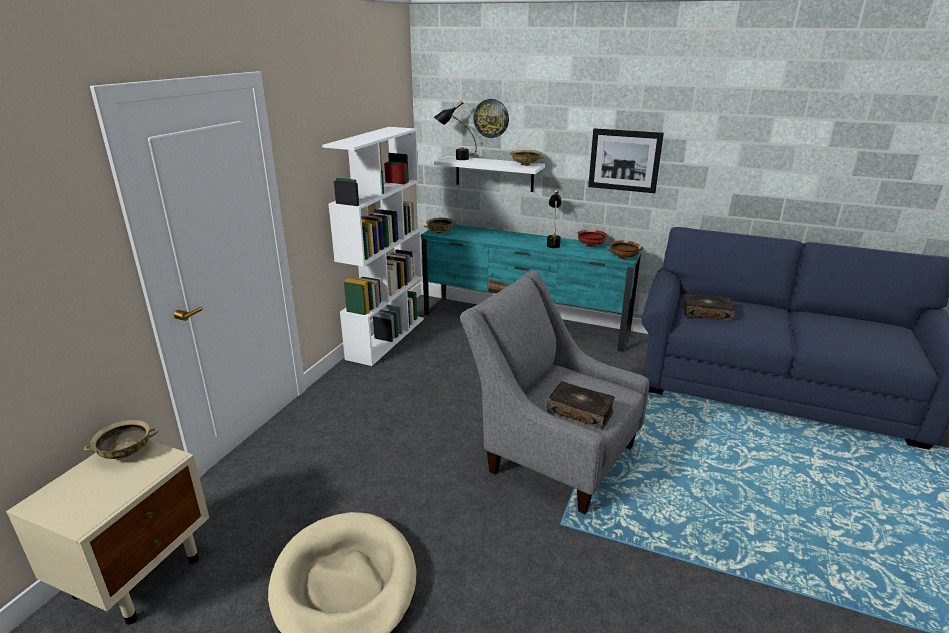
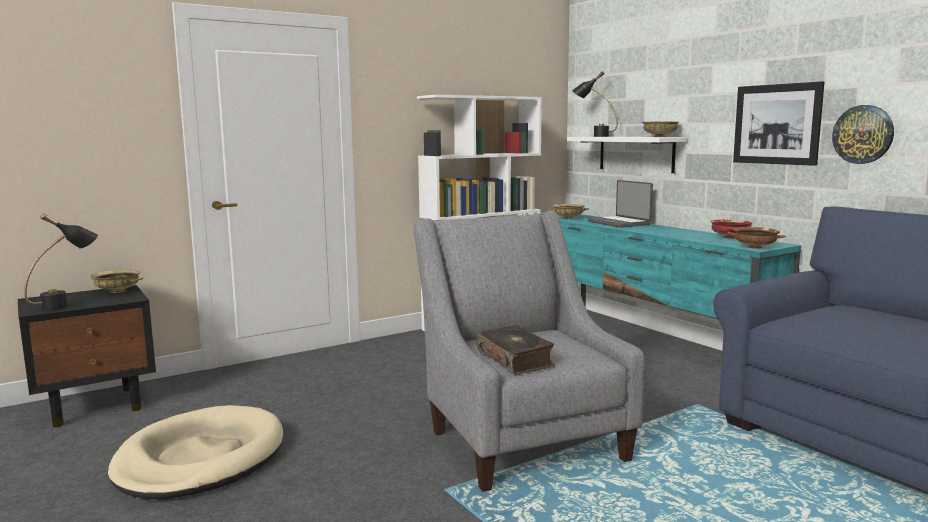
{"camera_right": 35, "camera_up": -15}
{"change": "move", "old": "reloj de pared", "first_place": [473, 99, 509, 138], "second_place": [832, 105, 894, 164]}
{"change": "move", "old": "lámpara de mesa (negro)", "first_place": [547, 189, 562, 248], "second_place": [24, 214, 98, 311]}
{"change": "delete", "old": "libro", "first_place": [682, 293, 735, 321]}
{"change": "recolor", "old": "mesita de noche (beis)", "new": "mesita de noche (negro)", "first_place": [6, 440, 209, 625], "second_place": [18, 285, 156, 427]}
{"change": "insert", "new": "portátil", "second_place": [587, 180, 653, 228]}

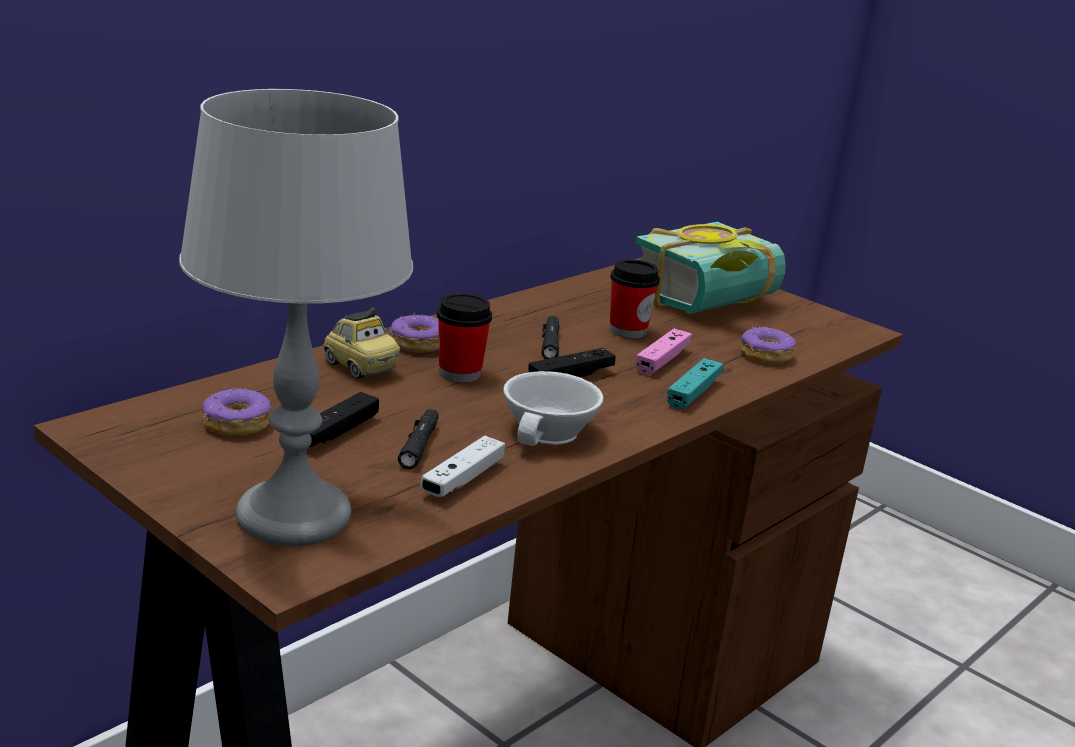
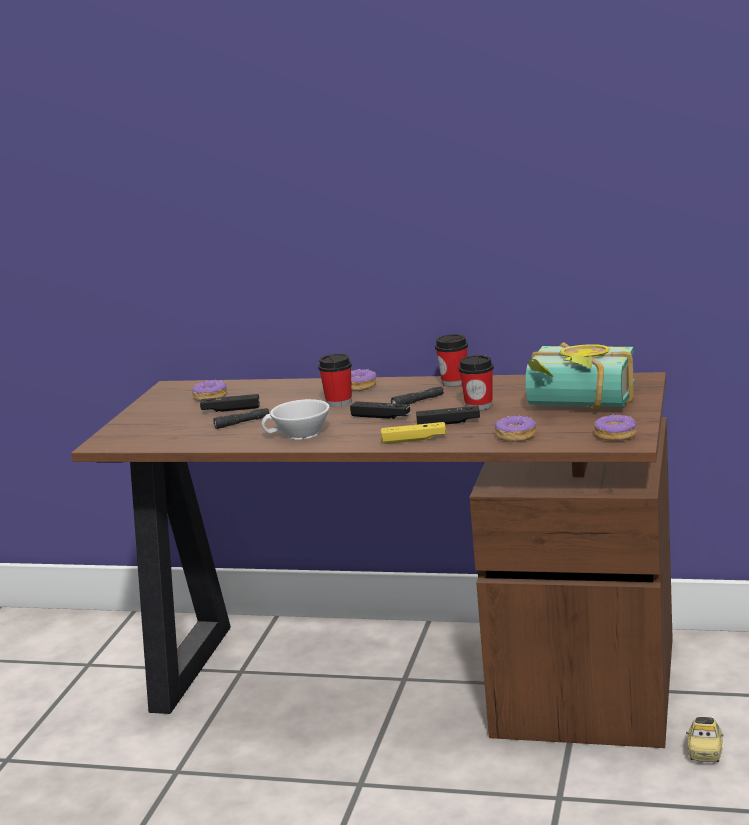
{"camera_right": 65, "camera_up": -5}
{"change": "delete", "old": "lámpara de mesa (gris)", "first_place": [179, 89, 413, 547]}
{"change": "move", "old": "coche de juguete", "first_place": [323, 308, 400, 379], "second_place": [686, 717, 724, 762]}
{"change": "recolor", "old": "mando de consola (rosa)", "new": "mando de consola (negro)", "first_place": [635, 328, 692, 375], "second_place": [416, 406, 480, 425]}
{"change": "recolor", "old": "mando de consola (turquesa)", "new": "mando de consola (amarillo)", "first_place": [667, 358, 723, 410], "second_place": [381, 422, 446, 444]}
{"change": "delete", "old": "mando de consola (blanco)", "first_place": [420, 436, 505, 497]}
{"change": "insert", "new": "taza", "second_place": [435, 334, 468, 387]}
{"change": "insert", "new": "rosquilla", "second_place": [594, 414, 636, 441]}

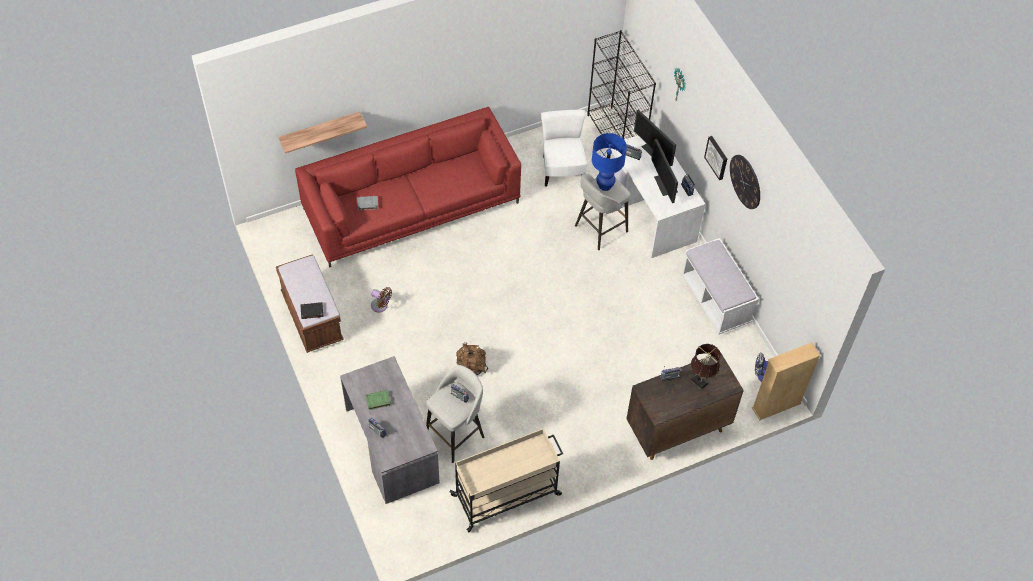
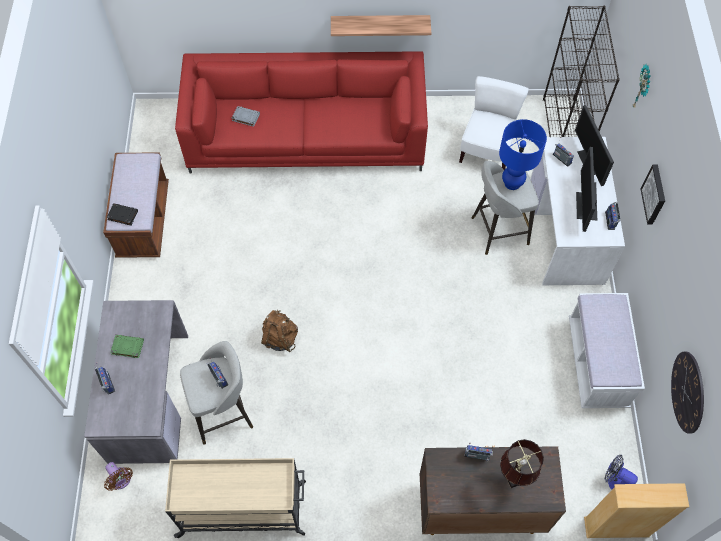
{"camera_right": 25, "camera_up": 5}
{"change": "move", "old": "estante", "first_place": [278, 111, 367, 154], "second_place": [331, 15, 431, 36]}
{"change": "move", "old": "reloj de pared", "first_place": [730, 155, 760, 209], "second_place": [671, 352, 704, 434]}
{"change": "move", "old": "ventilador (marrón)", "first_place": [371, 287, 392, 313], "second_place": [104, 462, 133, 491]}

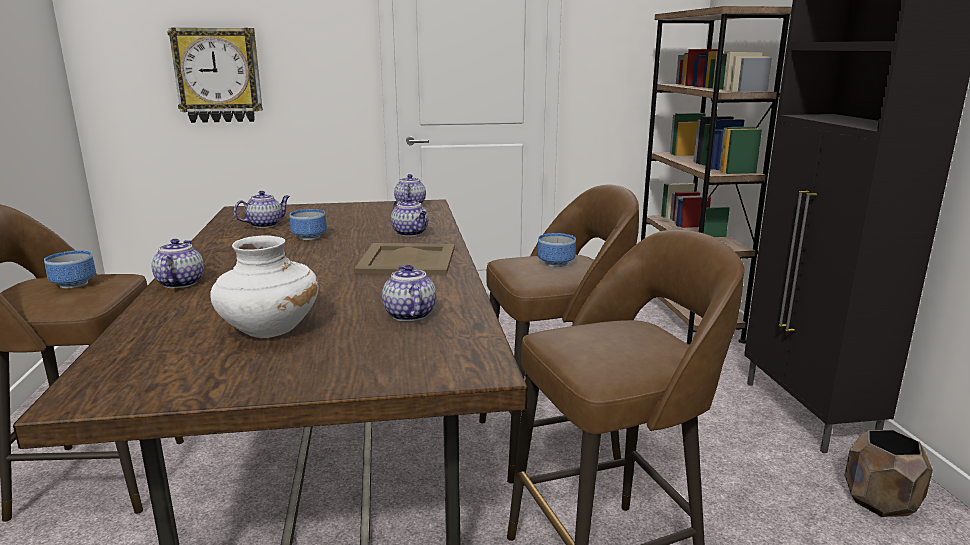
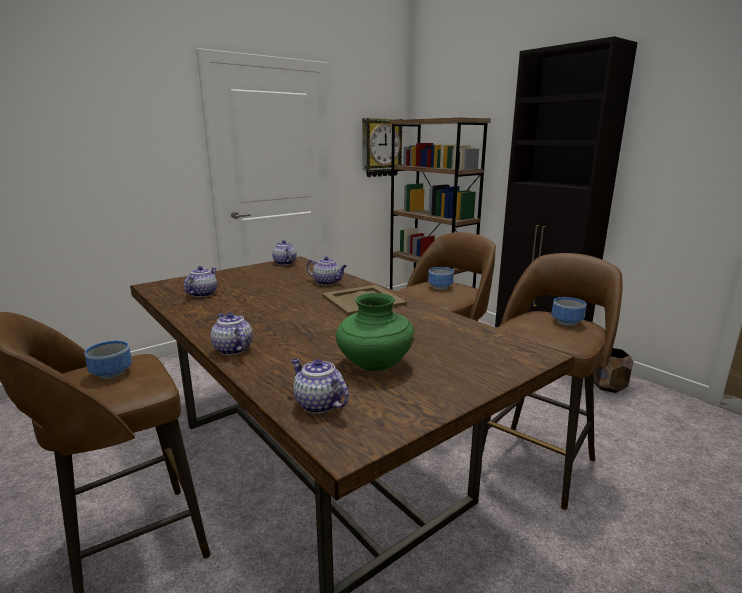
{"camera_right": -30, "camera_up": 0}
{"change": "move", "old": "reloj de pared", "first_place": [167, 28, 263, 123], "second_place": [362, 118, 403, 177]}
{"change": "move", "old": "cuenco", "first_place": [289, 209, 327, 240], "second_place": [552, 297, 586, 326]}
{"change": "recolor", "old": "florero (blanco)", "new": "florero (verde)", "first_place": [211, 236, 319, 338], "second_place": [336, 293, 415, 371]}
{"change": "move", "old": "tetera", "first_place": [382, 265, 436, 321], "second_place": [291, 358, 349, 414]}

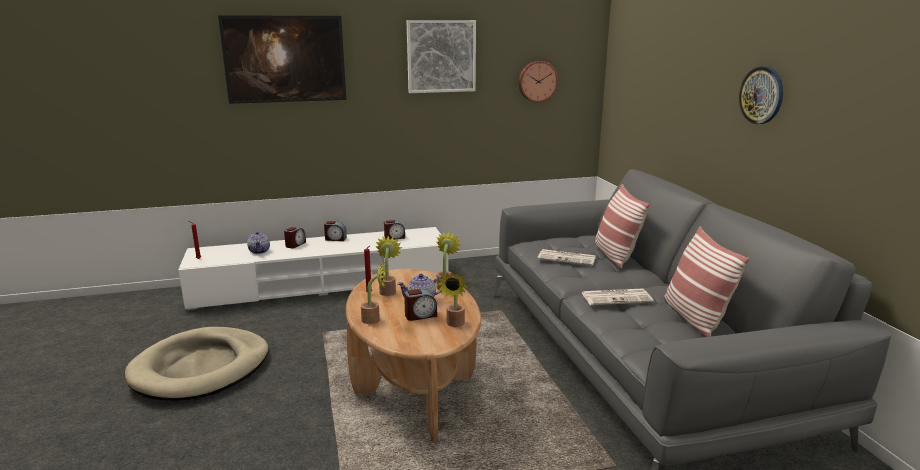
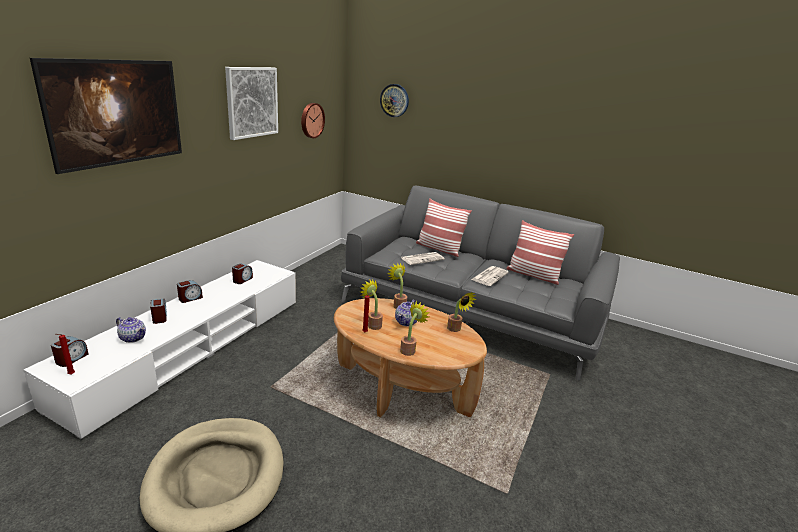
{"camera_right": -50, "camera_up": 5}
{"change": "move", "old": "reloj de pared", "first_place": [739, 66, 783, 124], "second_place": [380, 84, 409, 117]}
{"change": "move", "old": "despertador", "first_place": [404, 289, 437, 321], "second_place": [51, 336, 88, 367]}

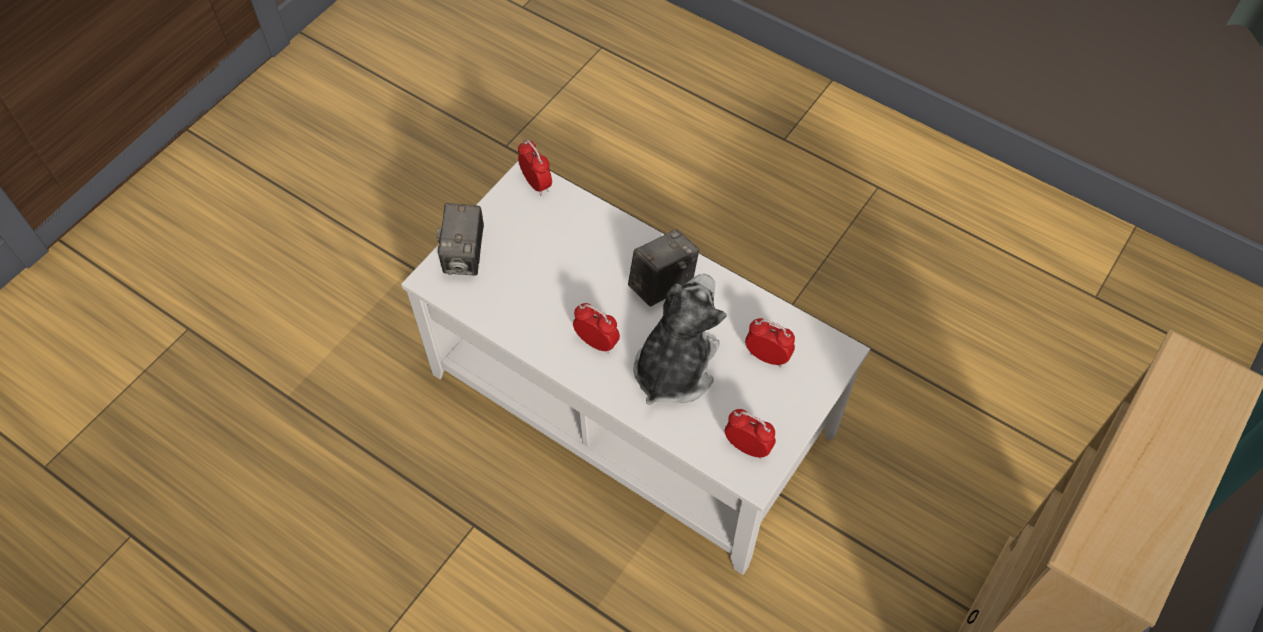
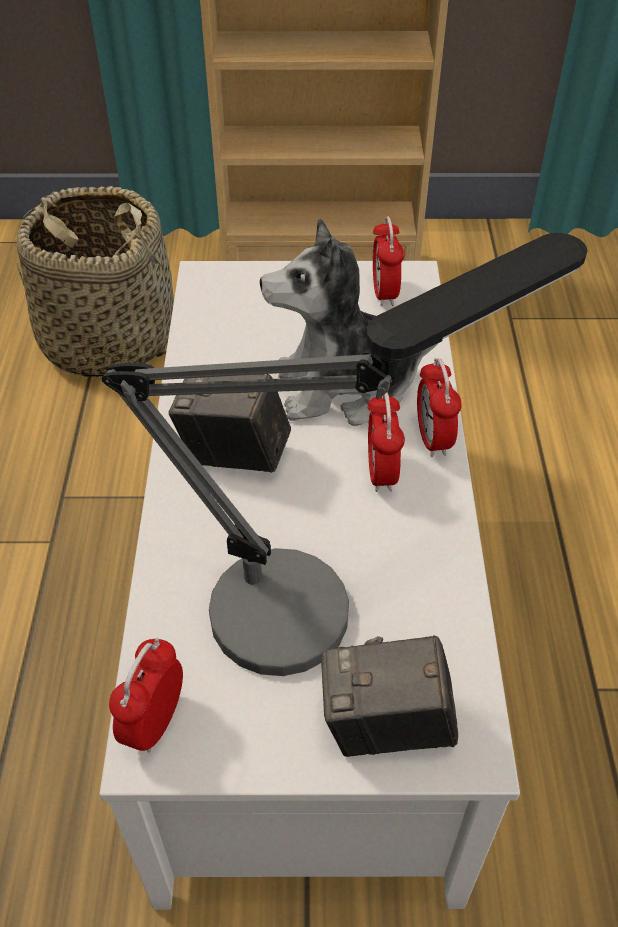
{"camera_right": -125, "camera_up": -10}
{"change": "rotate", "old": "cámara", "first_place": [437, 203, 484, 275], "second_place": [321, 635, 458, 757], "degrees": -150}
{"change": "move", "old": "despertador", "first_place": [745, 318, 795, 367], "second_place": [417, 358, 462, 457]}
{"change": "insert", "new": "cesta", "second_place": [15, 186, 174, 378]}
{"change": "insert", "new": "lámpara de mesa", "second_place": [102, 233, 588, 676]}

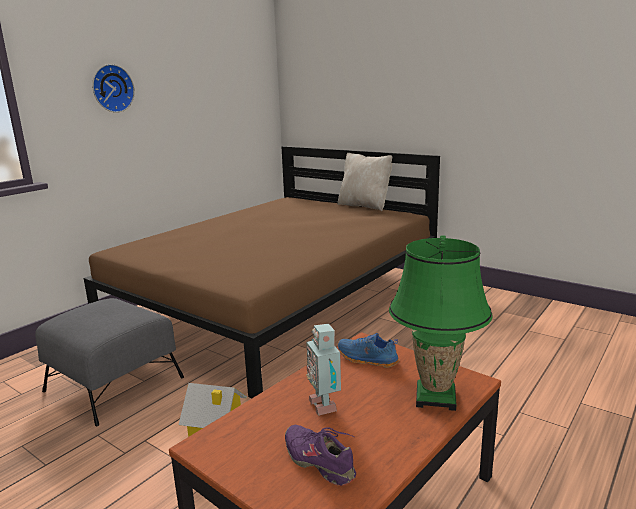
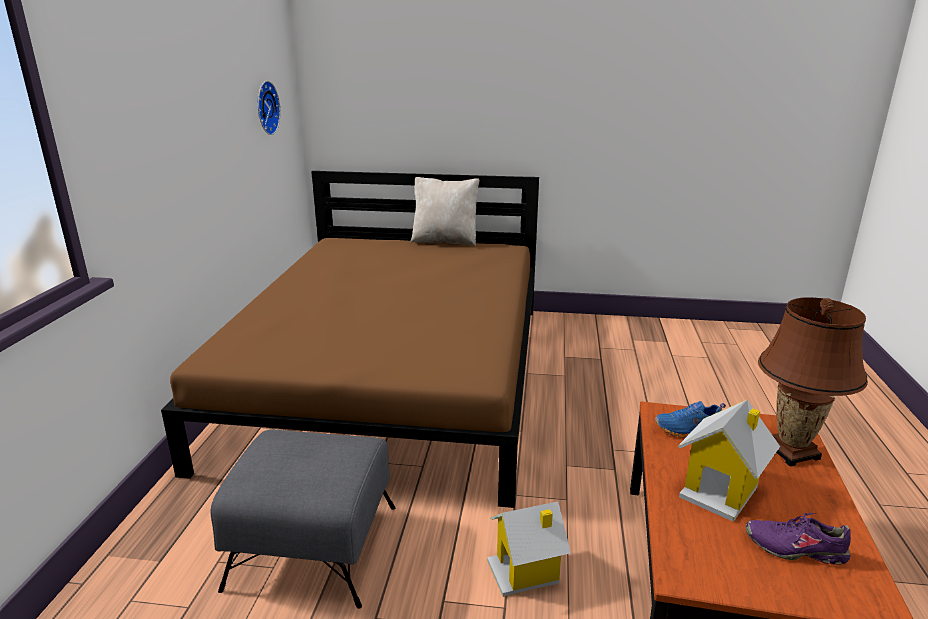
{"camera_right": -30, "camera_up": 5}
{"change": "move", "old": "reloj de pared", "first_place": [92, 64, 135, 113], "second_place": [257, 81, 281, 135]}
{"change": "recolor", "old": "lámpara de mesa (verde)", "new": "lámpara de mesa (marrón)", "first_place": [389, 235, 492, 411], "second_place": [758, 297, 868, 467]}
{"change": "replace", "old": "robot de juguete", "new": "casita", "first_place": [306, 324, 341, 416], "second_place": [678, 400, 780, 522]}

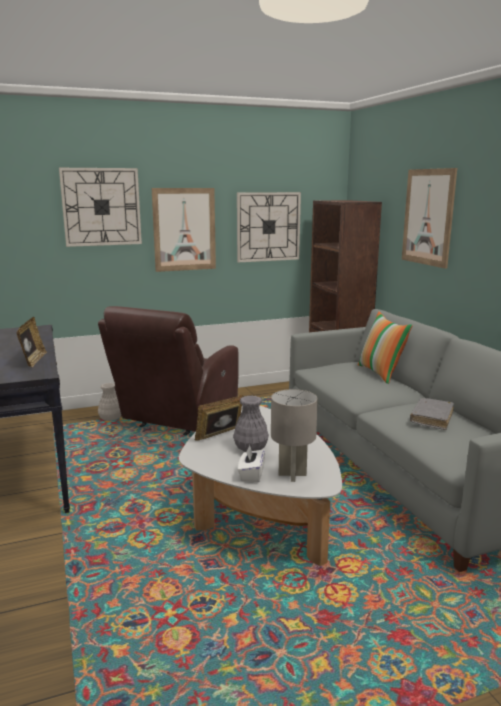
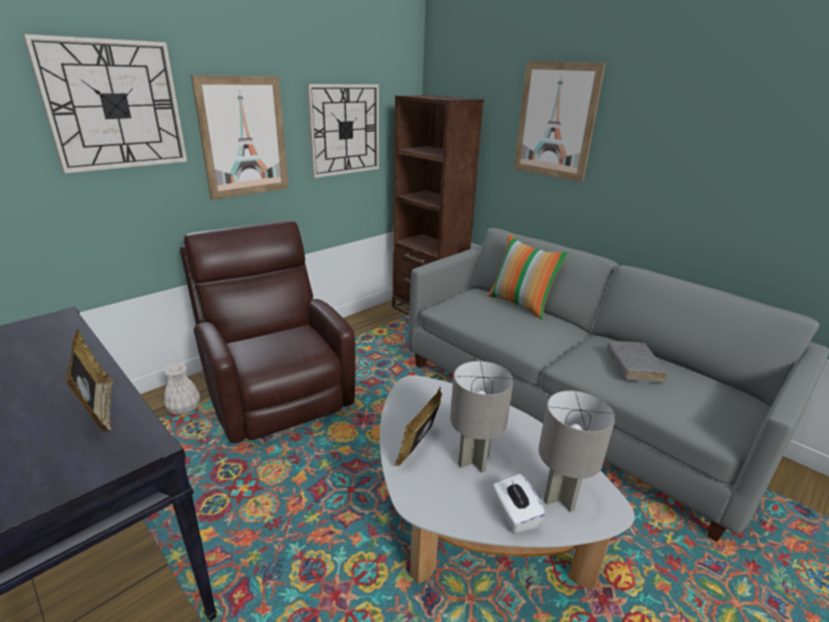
{"camera_right": -25, "camera_up": 10}
{"change": "rotate", "old": "sillón (marrón)", "first_place": [98, 306, 238, 435], "second_place": [180, 221, 355, 443], "degrees": 150}
{"change": "replace", "old": "florero (gris)", "new": "lámpara de mesa (gris)", "first_place": [233, 395, 269, 452], "second_place": [450, 361, 513, 473]}

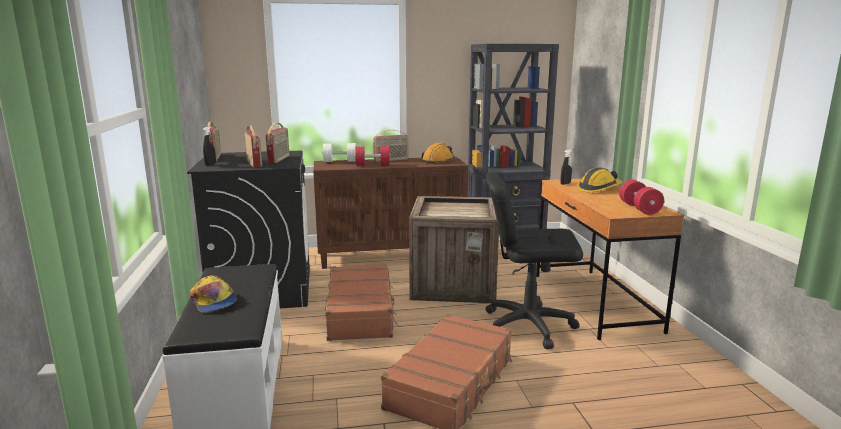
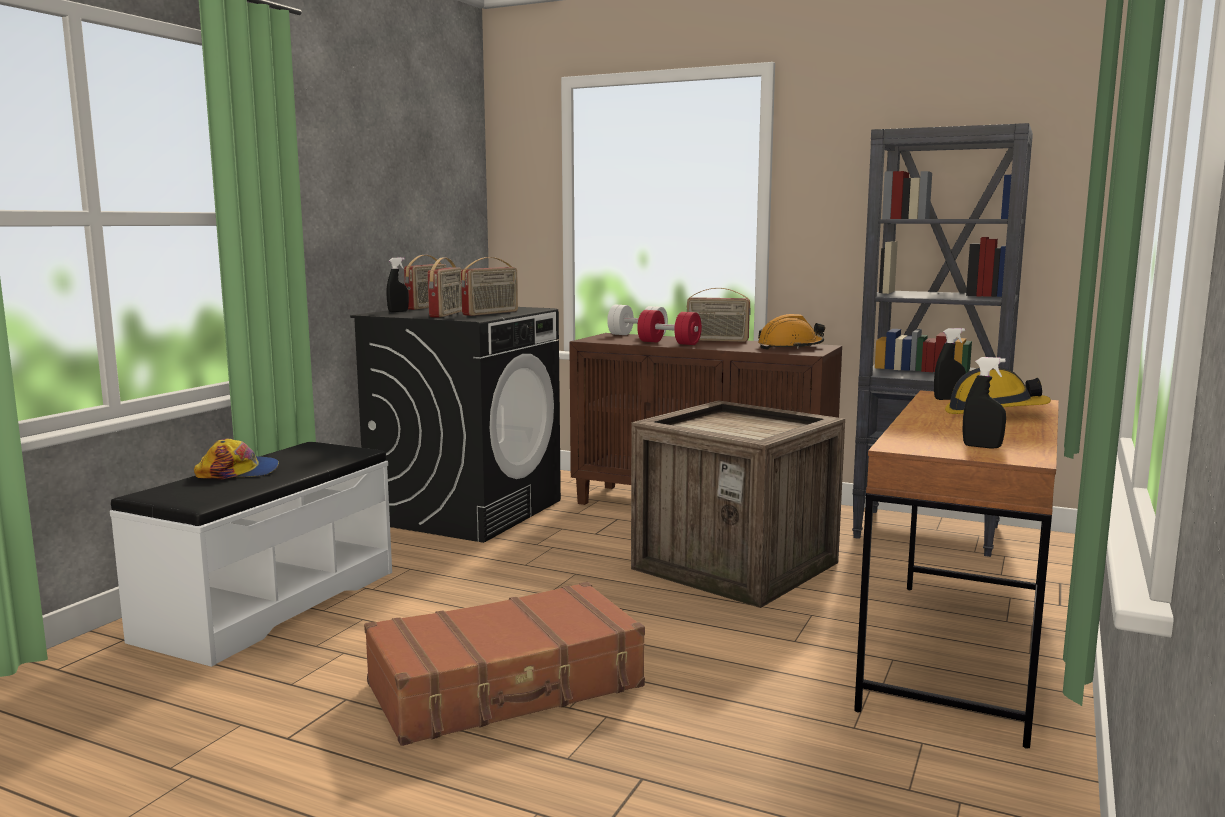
{"camera_right": 35, "camera_up": -5}
{"change": "delete", "old": "silla de oficina (negro)", "first_place": [486, 171, 583, 349]}
{"change": "replace", "old": "mancuerna (rojo)", "new": "pulverizador (negro)", "first_place": [619, 180, 664, 215], "second_place": [962, 357, 1006, 449]}
{"change": "delete", "old": "maleta (marrón)", "first_place": [325, 264, 398, 341]}
{"change": "rotate", "old": "gorra", "first_place": [190, 275, 236, 313], "second_place": [194, 439, 279, 479], "degrees": -105}

